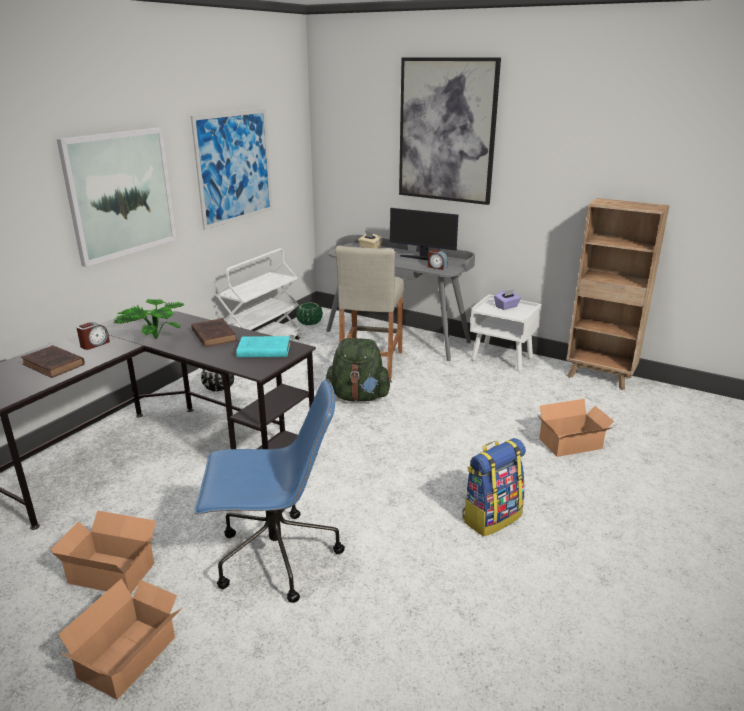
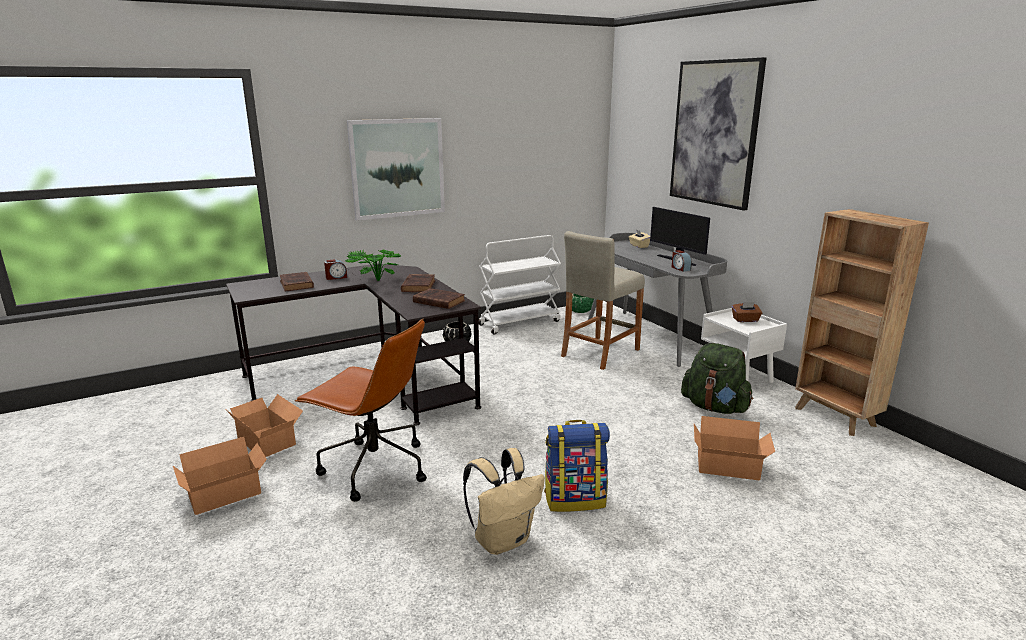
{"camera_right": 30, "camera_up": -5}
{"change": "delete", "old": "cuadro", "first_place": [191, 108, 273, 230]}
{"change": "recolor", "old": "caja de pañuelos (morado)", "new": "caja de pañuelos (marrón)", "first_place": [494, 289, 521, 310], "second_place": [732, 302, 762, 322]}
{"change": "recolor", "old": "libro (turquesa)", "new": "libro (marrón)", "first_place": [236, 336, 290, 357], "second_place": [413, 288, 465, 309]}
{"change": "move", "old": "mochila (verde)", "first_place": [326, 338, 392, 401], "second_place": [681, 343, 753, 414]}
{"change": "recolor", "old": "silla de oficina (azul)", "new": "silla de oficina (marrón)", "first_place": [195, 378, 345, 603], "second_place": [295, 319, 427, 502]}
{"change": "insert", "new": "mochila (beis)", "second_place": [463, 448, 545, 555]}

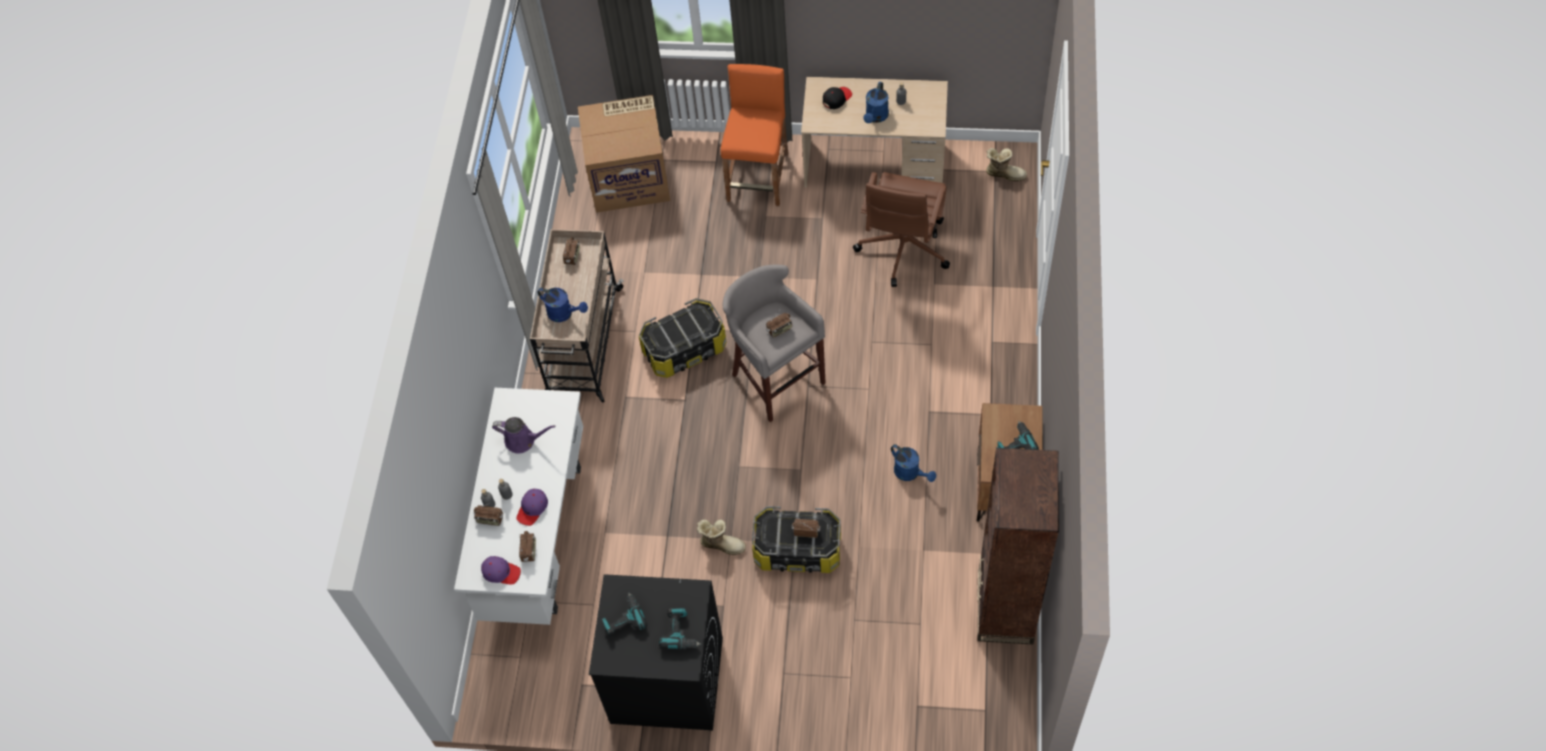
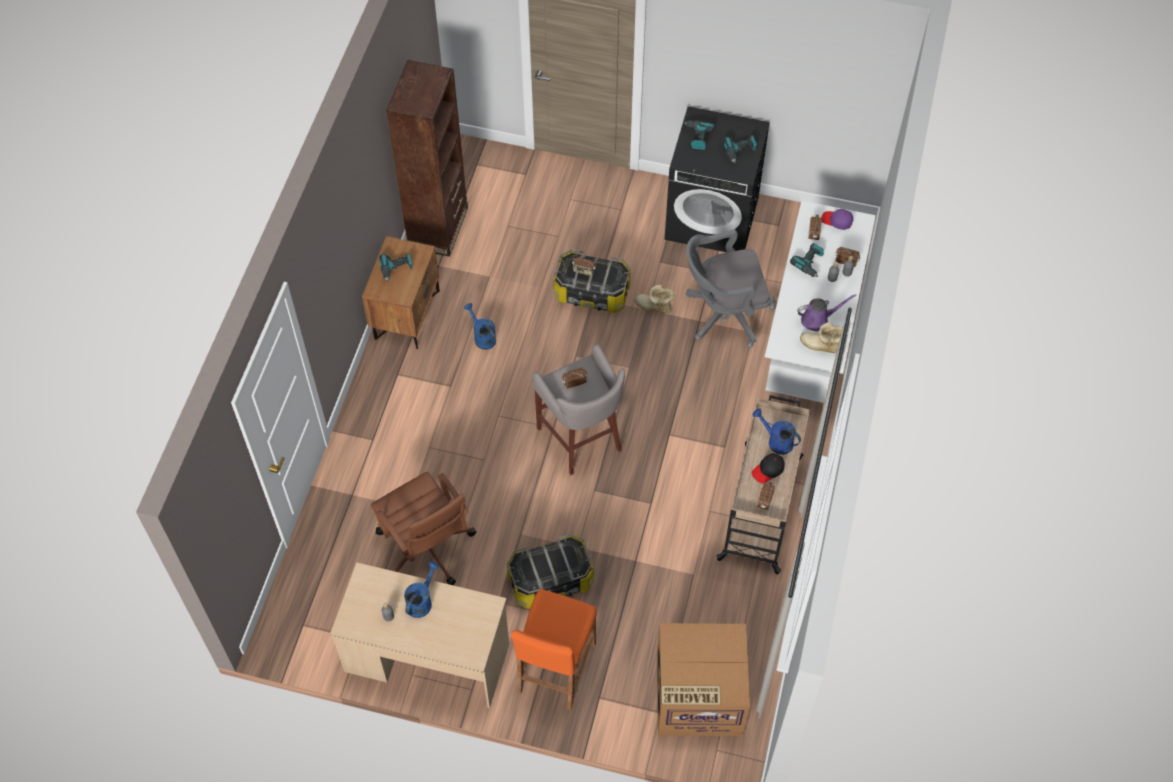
{"camera_right": -175, "camera_up": 0}
{"change": "move", "old": "gorra (negro)", "first_place": [823, 87, 852, 109], "second_place": [752, 453, 785, 484]}
{"change": "move", "old": "bota", "first_place": [986, 148, 1027, 181], "second_place": [800, 322, 843, 353]}
{"change": "rotate", "old": "silla de oficina (marrón)", "first_place": [853, 172, 950, 287], "second_place": [371, 472, 477, 585], "degrees": 120}
{"change": "move", "old": "caja de almacenaje", "first_place": [638, 298, 726, 378], "second_place": [507, 534, 594, 609]}
{"change": "rotate", "old": "regadera (morado)", "first_place": [492, 417, 556, 454], "second_place": [797, 294, 856, 331], "degrees": 150}
{"change": "replace", "old": "gorra (morado)", "new": "taladro", "first_place": [517, 489, 548, 526], "second_place": [790, 243, 824, 277]}
{"change": "insert", "new": "silla de oficina (gris)", "second_place": [686, 230, 775, 348]}

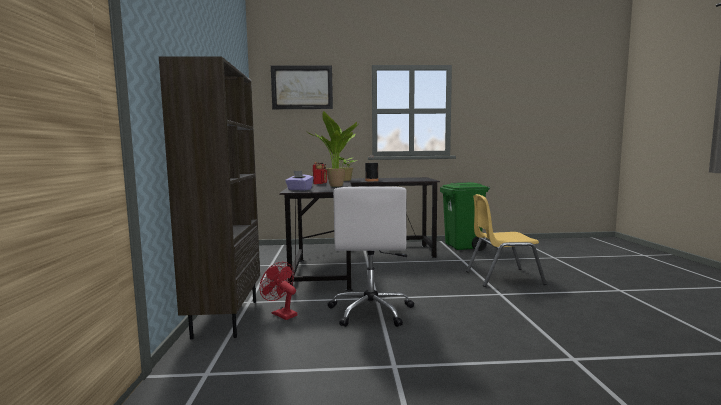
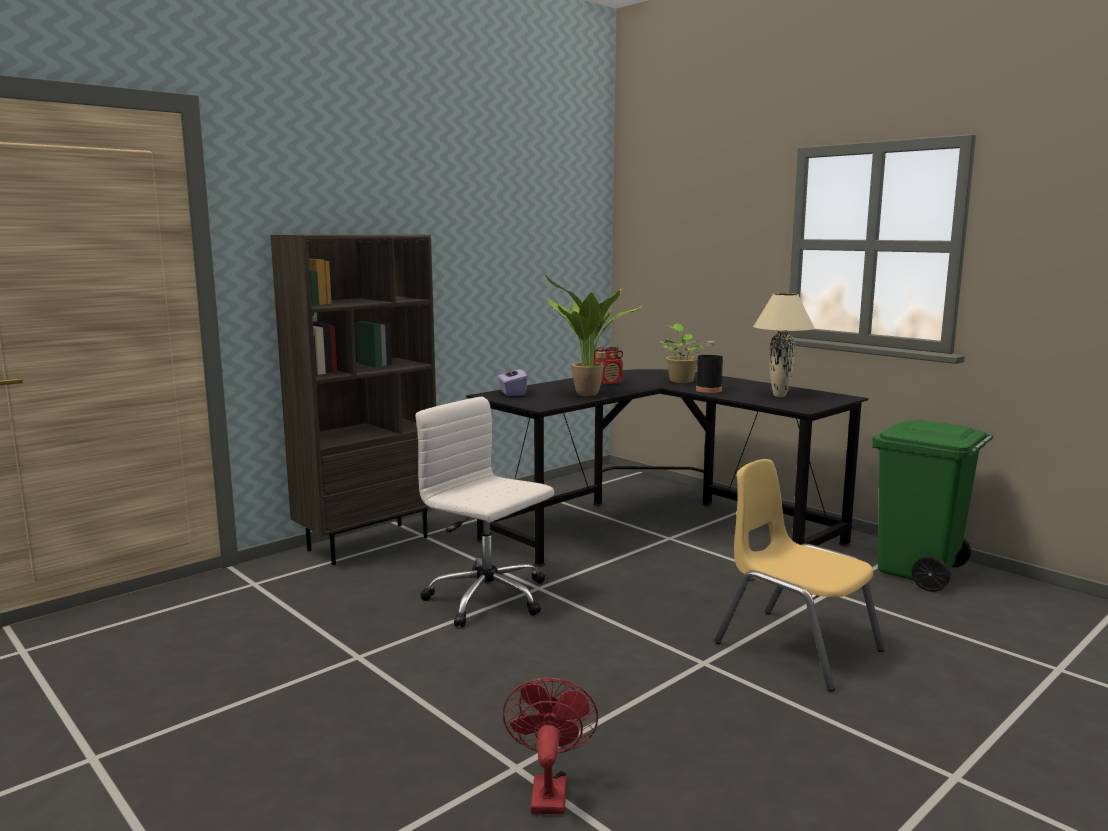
{"camera_right": 50, "camera_up": 5}
{"change": "delete", "old": "cuadro", "first_place": [271, 66, 333, 109]}
{"change": "rotate", "old": "silla de oficina (blanco)", "first_place": [328, 186, 414, 327], "second_place": [415, 397, 554, 627], "degrees": 75}
{"change": "move", "old": "ventilador (rojo)", "first_place": [260, 262, 297, 320], "second_place": [503, 678, 598, 815]}
{"change": "insert", "new": "lámpara de mesa (beis)", "second_place": [753, 293, 814, 397]}

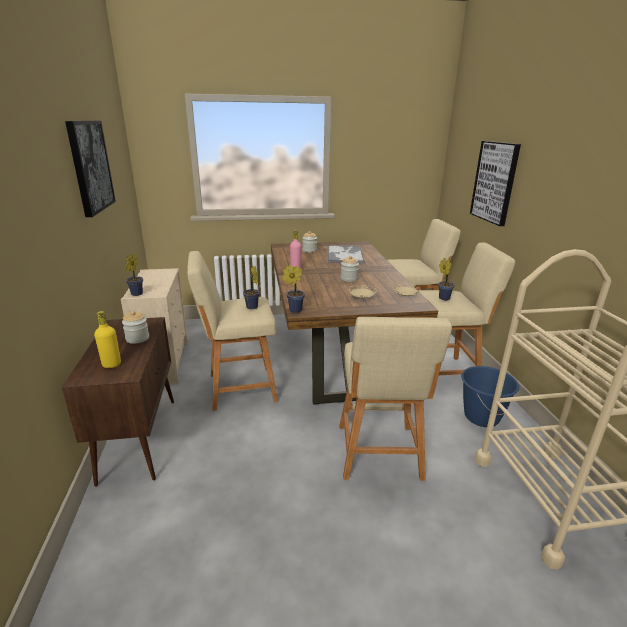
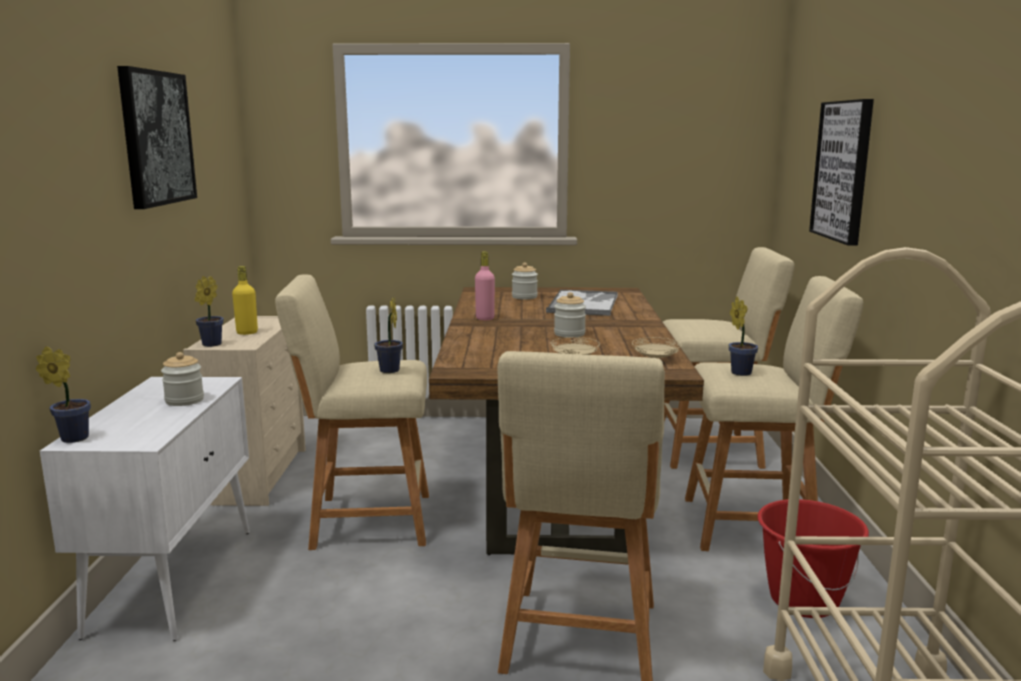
{"camera_right": 10, "camera_up": -10}
{"change": "move", "old": "planta en maceta", "first_place": [282, 265, 305, 313], "second_place": [36, 346, 91, 443]}
{"change": "move", "old": "botella (amarillo)", "first_place": [94, 311, 121, 368], "second_place": [232, 266, 258, 335]}
{"change": "recolor", "old": "armario (marrón)", "new": "armario (blanco)", "first_place": [62, 317, 174, 486], "second_place": [40, 377, 250, 641]}
{"change": "recolor", "old": "cubo (azul)", "new": "cubo (rojo)", "first_place": [461, 366, 519, 427], "second_place": [757, 499, 869, 618]}

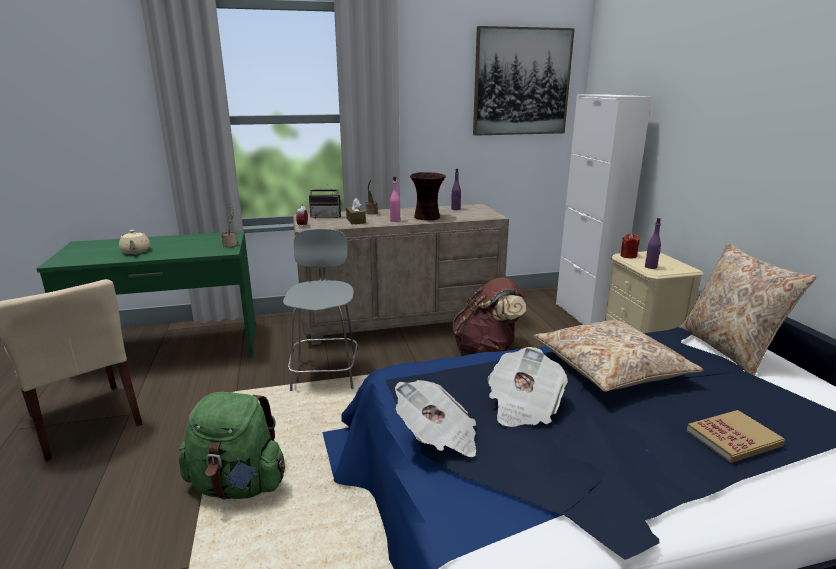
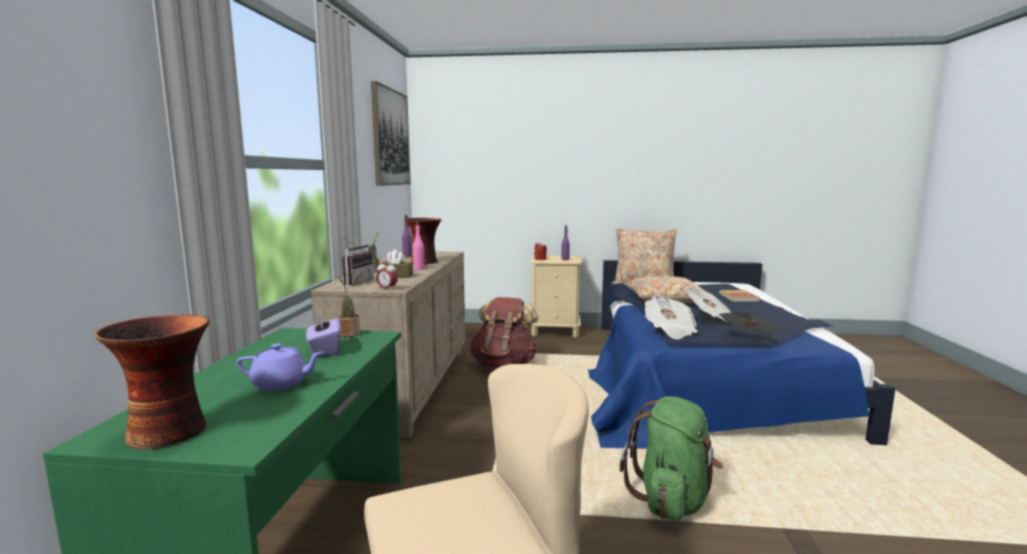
{"camera_right": -70, "camera_up": -10}
{"change": "delete", "old": "armario (blanco)", "first_place": [556, 94, 652, 325]}
{"change": "delete", "old": "silla (gris)", "first_place": [283, 229, 358, 391]}
{"change": "recolor", "old": "tetera (beis)", "new": "tetera (morado)", "first_place": [119, 230, 150, 254], "second_place": [236, 344, 324, 391]}
{"change": "insert", "new": "periódico", "second_place": [645, 295, 698, 339]}
{"change": "insert", "new": "caja de pañuelos (morado)", "second_place": [306, 313, 341, 357]}
{"change": "insert", "new": "florero", "second_place": [95, 315, 209, 450]}

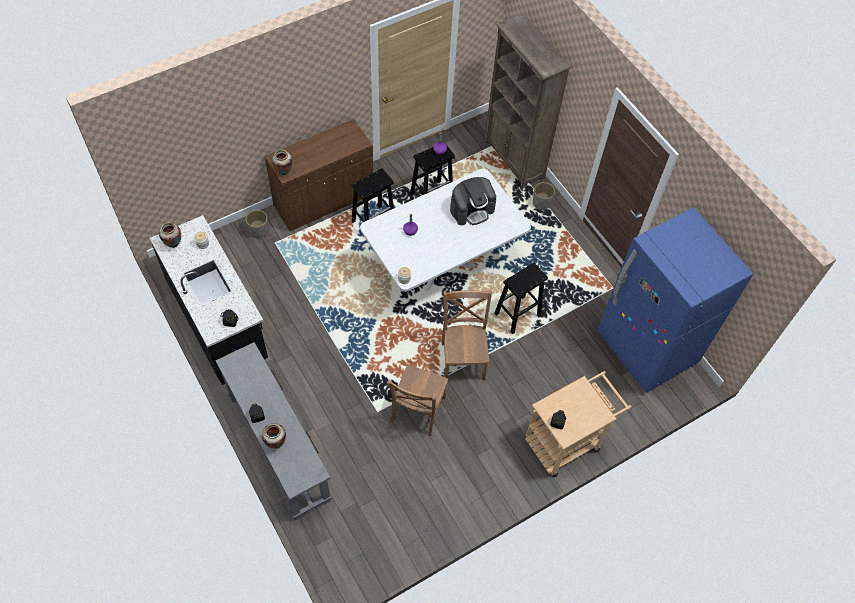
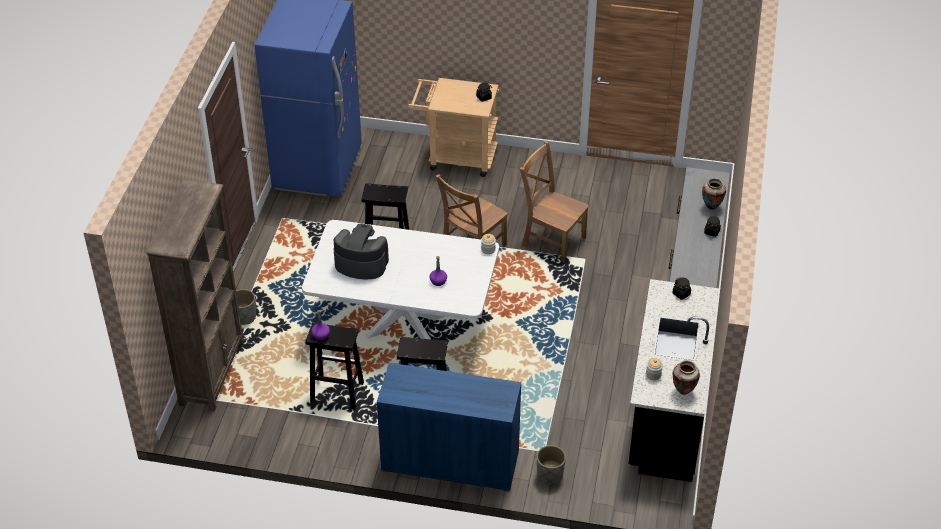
{"camera_right": -135, "camera_up": -15}
{"change": "recolor", "old": "armario (marrón)", "new": "armario (azul)", "first_place": [265, 119, 373, 231], "second_place": [377, 363, 521, 492]}
{"change": "delete", "old": "florero", "first_place": [272, 149, 292, 175]}
{"change": "rotate", "old": "silla (marrón)", "first_place": [387, 365, 449, 436], "second_place": [520, 141, 589, 263], "degrees": -120}

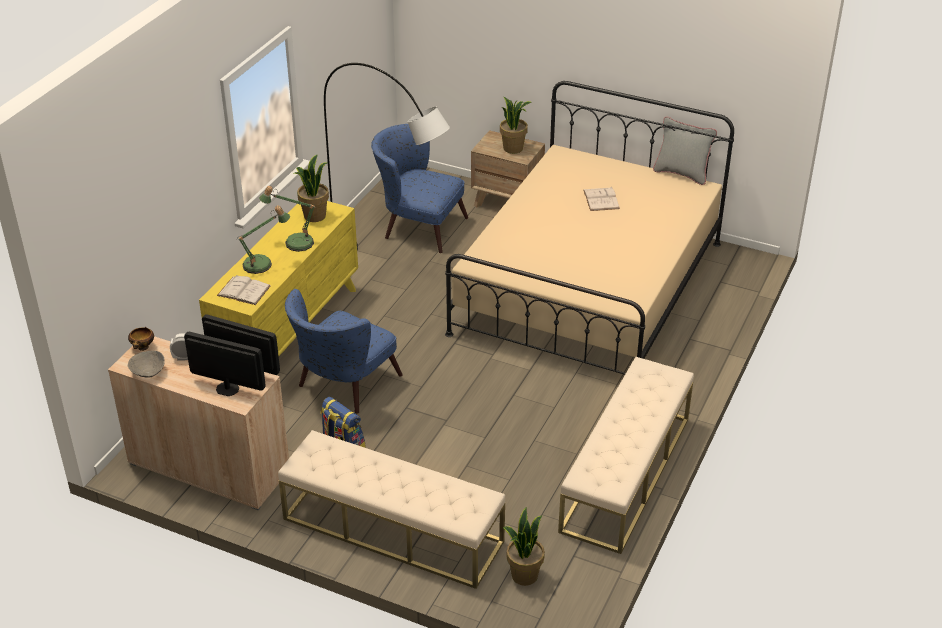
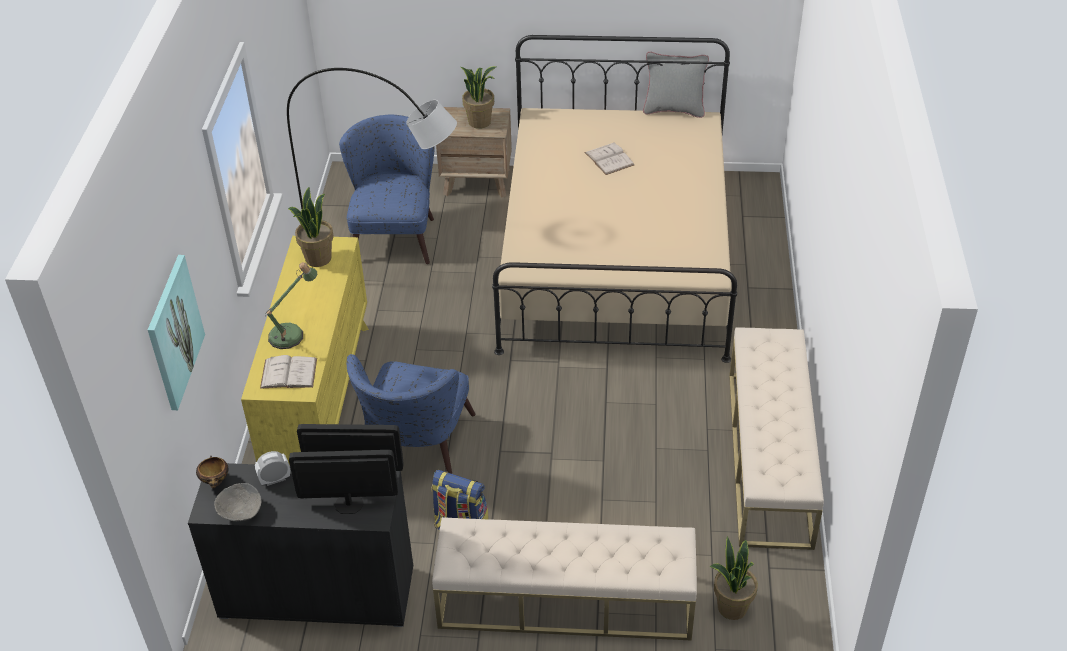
{"camera_right": -20, "camera_up": 5}
{"change": "rotate", "old": "sillón (azul)", "first_place": [371, 124, 468, 253], "second_place": [339, 115, 435, 264], "degrees": 90}
{"change": "delete", "old": "lámpara de mesa", "first_place": [259, 186, 316, 252]}
{"change": "recolor", "old": "armario (beis)", "new": "armario (negro)", "first_place": [108, 336, 289, 510], "second_place": [188, 463, 413, 627]}
{"change": "insert", "new": "cuadro", "second_place": [148, 255, 205, 410]}

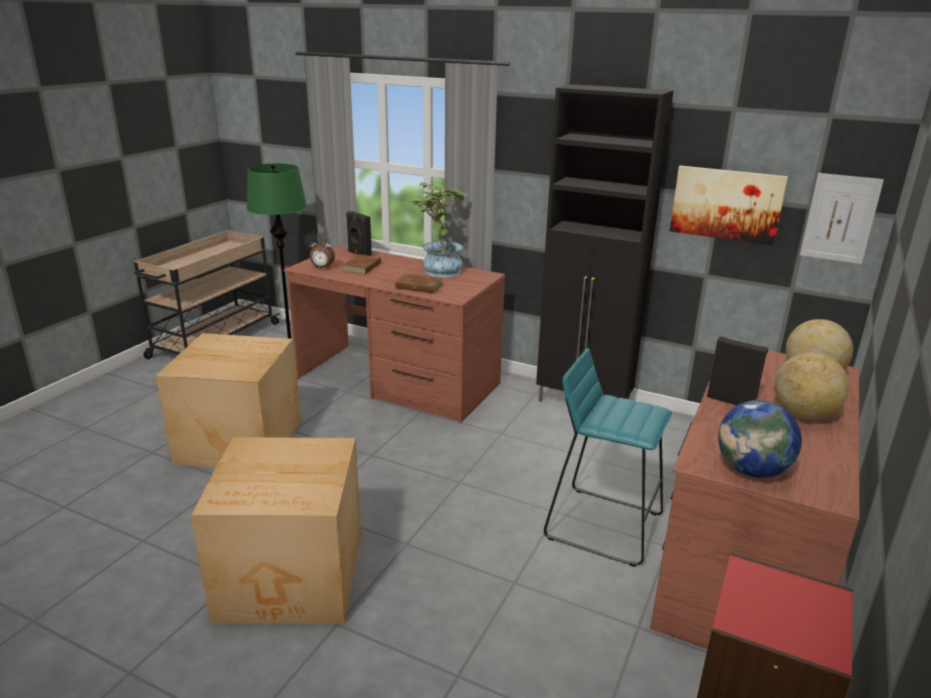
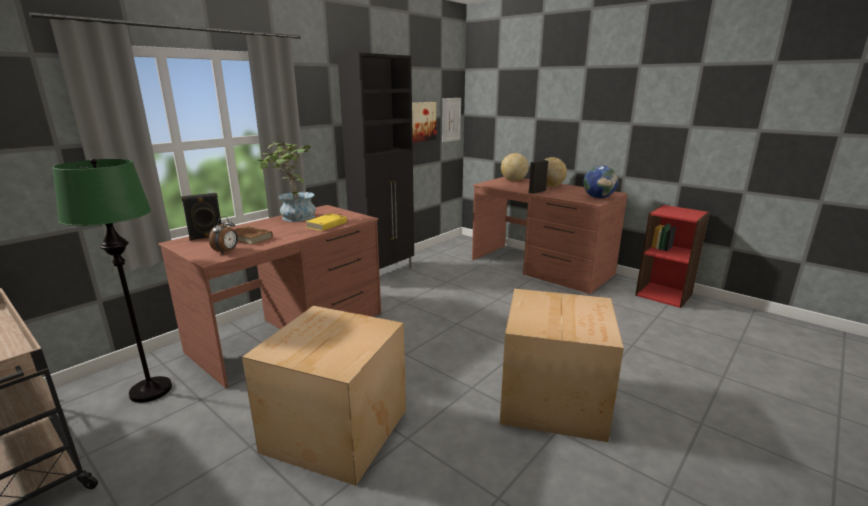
{"camera_right": -75, "camera_up": -5}
{"change": "recolor", "old": "libro (marrón)", "new": "libro (amarillo)", "first_place": [395, 273, 442, 293], "second_place": [305, 213, 348, 231]}
{"change": "delete", "old": "taburete (turquesa)", "first_place": [544, 348, 672, 567]}

